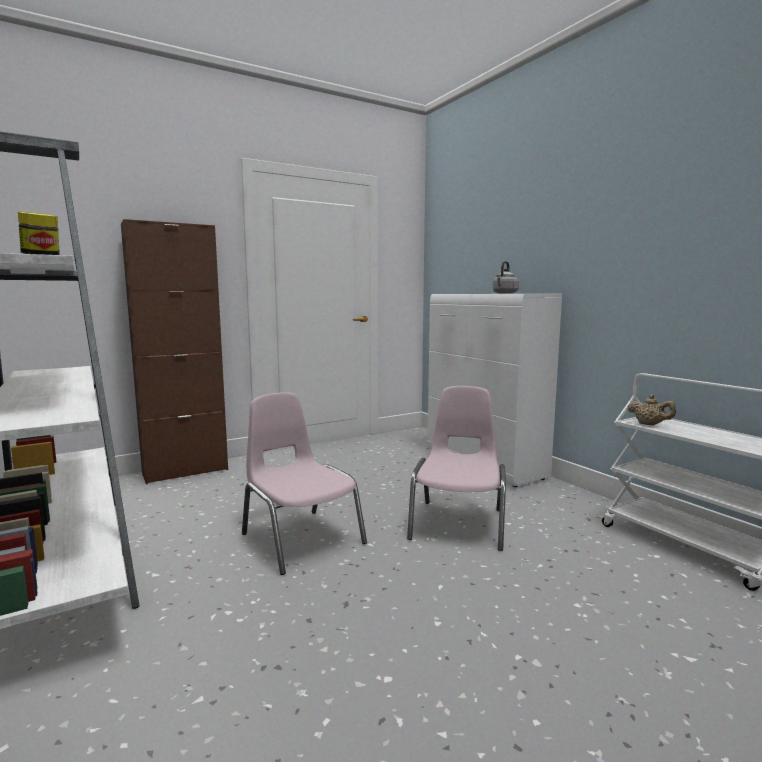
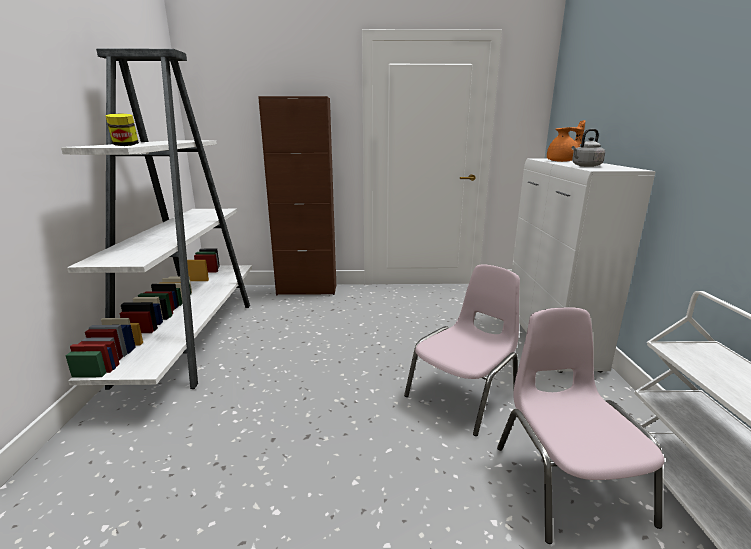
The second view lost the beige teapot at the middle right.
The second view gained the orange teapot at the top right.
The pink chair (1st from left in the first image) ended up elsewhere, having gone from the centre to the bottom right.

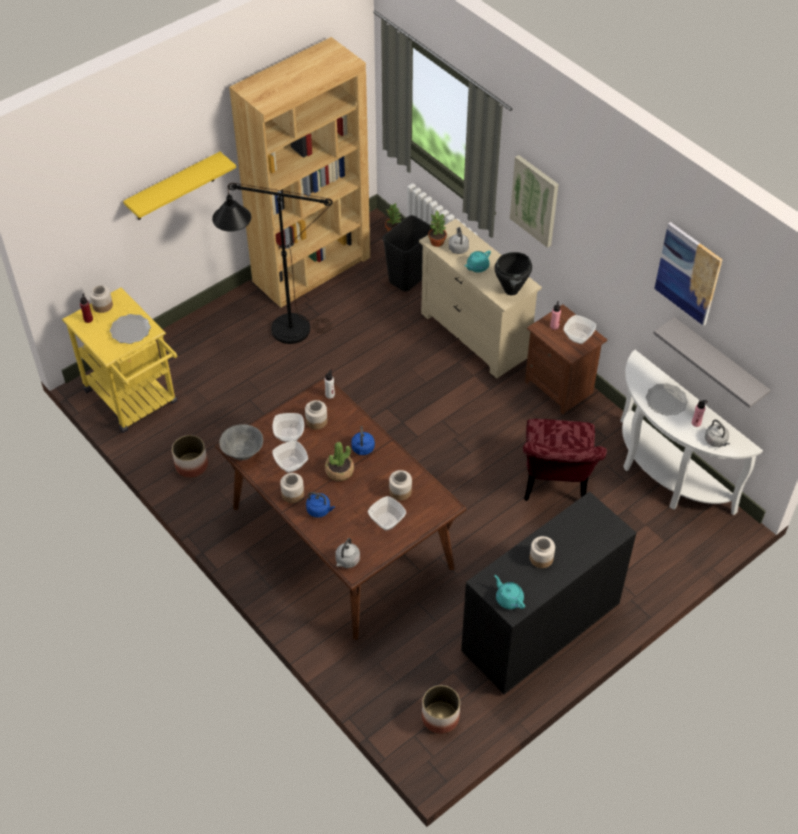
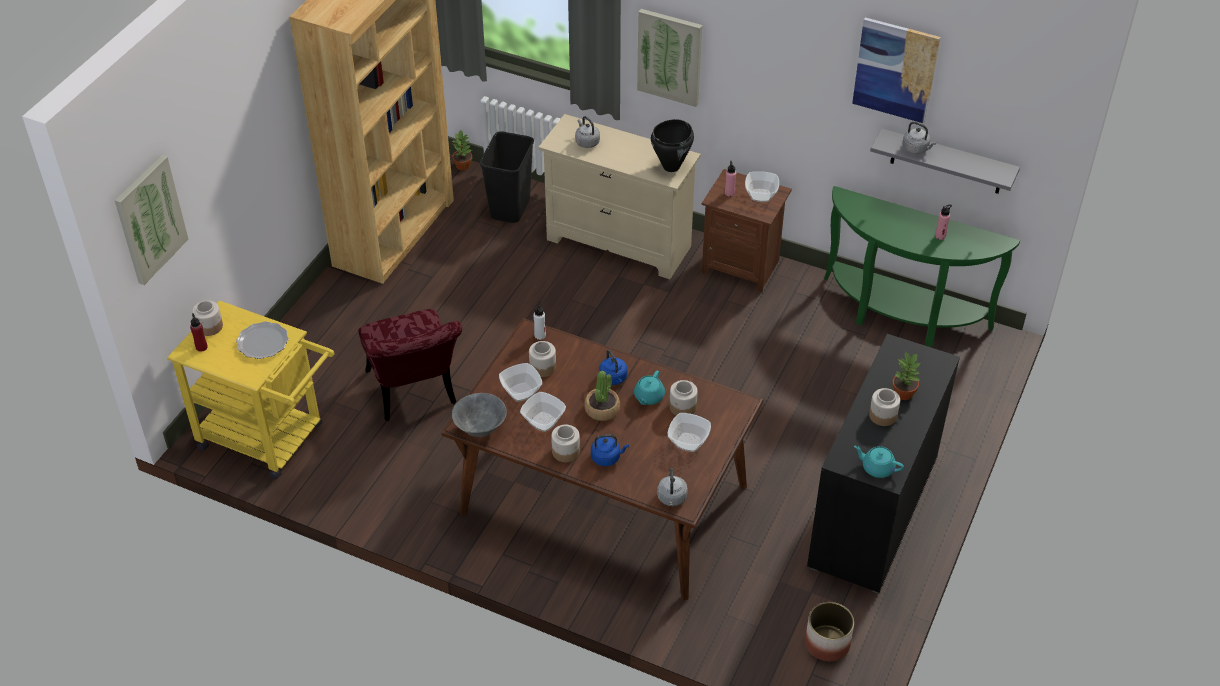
The second view lost the yellow shelf at the top left.
The second view lost the planter (1st from left) at the middle left.
The second view lost the black floor lamp at the top centre.
The second view lost the plate (2nd from left) at the middle right.
The second view gained the picture (1st from left) at the top left.
The potted plant (3rd from left) ended up elsewhere, having gone from the top centre to the middle right.
The turquoise teapot (1st from left) ended up elsewhere, having gone from the top centre to the centre.
The red chair ended up elsewhere, having gone from the middle right to the centre.
The grey kettle (3rd from left) ended up elsewhere, having gone from the middle right to the top right.
What was the white console table at the middle right turned into the green console table at the middle right.

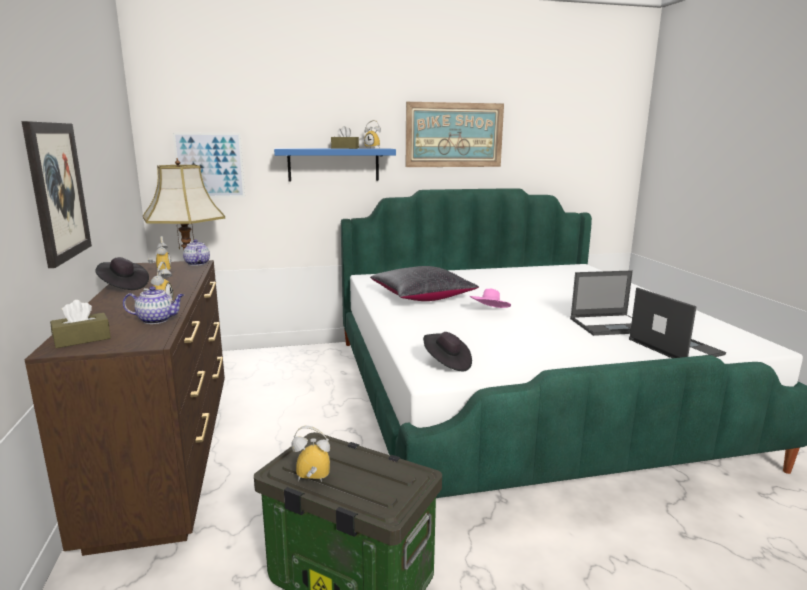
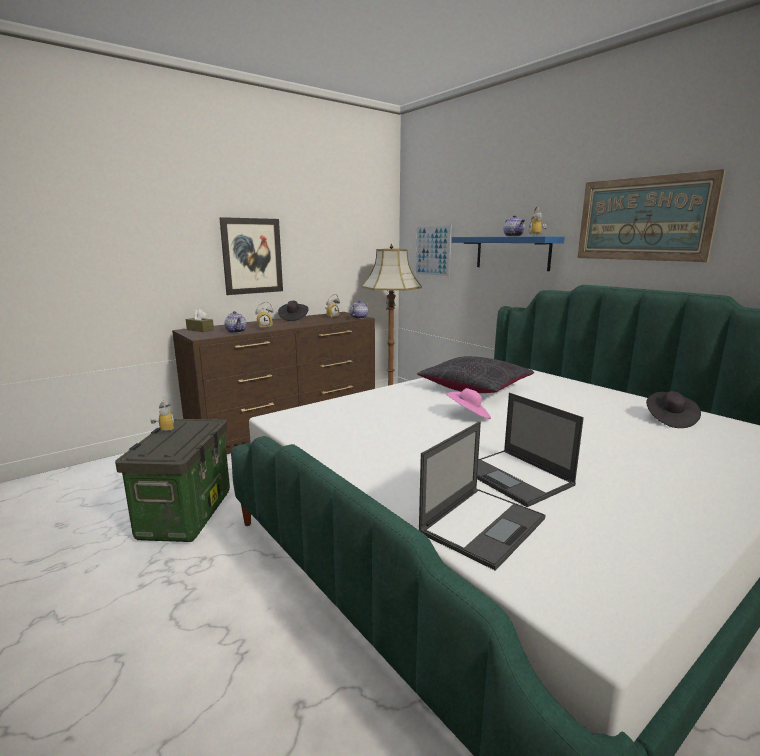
The black hat (2nd from left) ended up elsewhere, having gone from the centre to the middle right.
Where the brown tissue box (2nd from left) stood at the top centre, the teapot (3rd from left) came to stand at the top right.

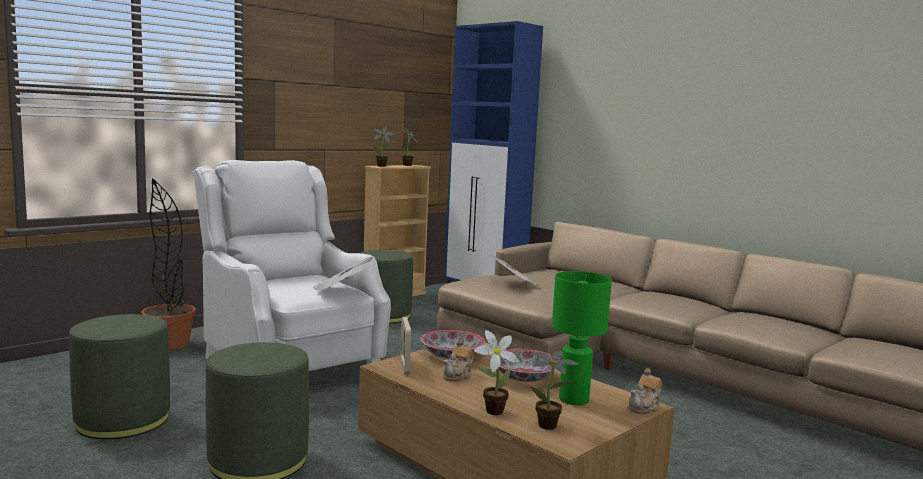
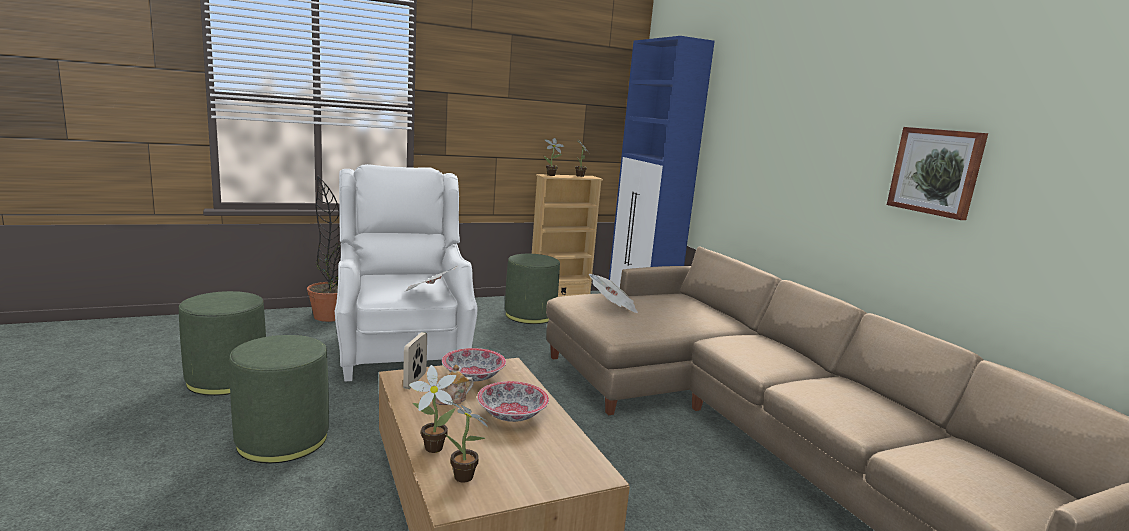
The second view lost the green table lamp at the bottom centre.
The second view lost the teapot (2nd from left) at the bottom right.
The second view gained the picture at the top right.

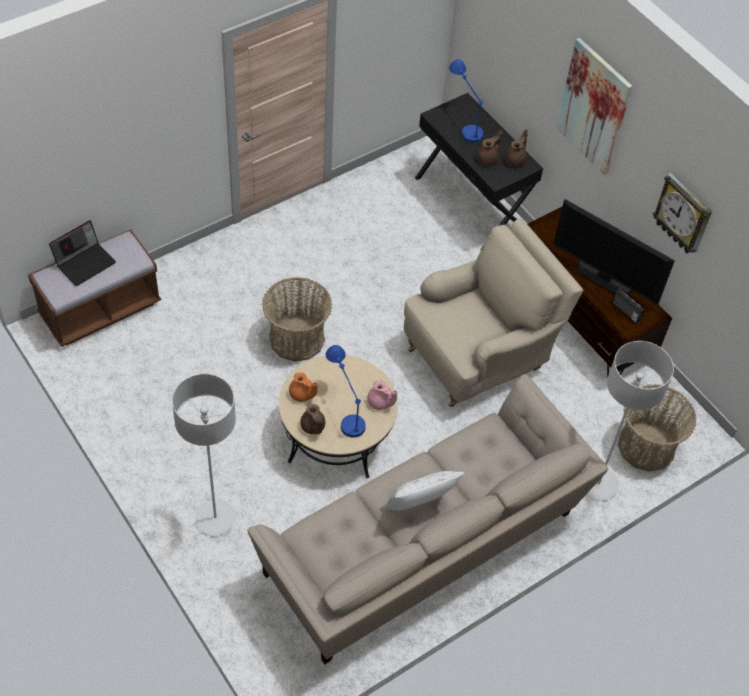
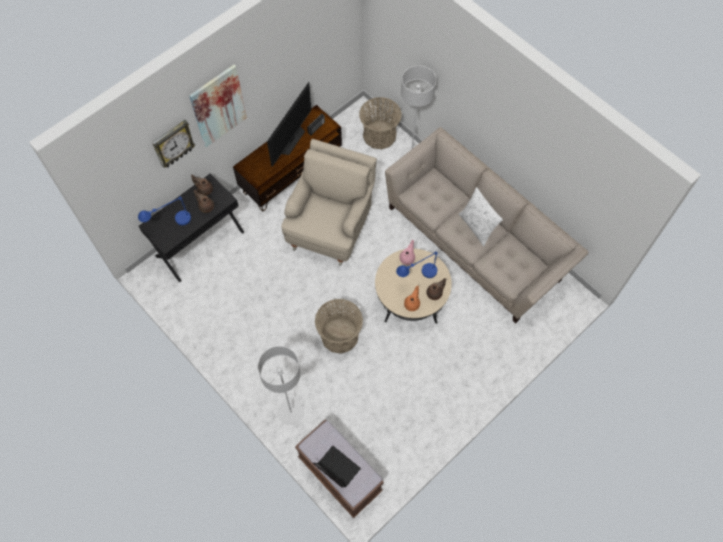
The grey floor lamp (1st from left) ended up elsewhere, having gone from the middle left to the bottom centre.
The wall clock ended up elsewhere, having gone from the top right to the top left.
The beige armchair at the centre ended up facing another way, 60 degrees clockwise from before.

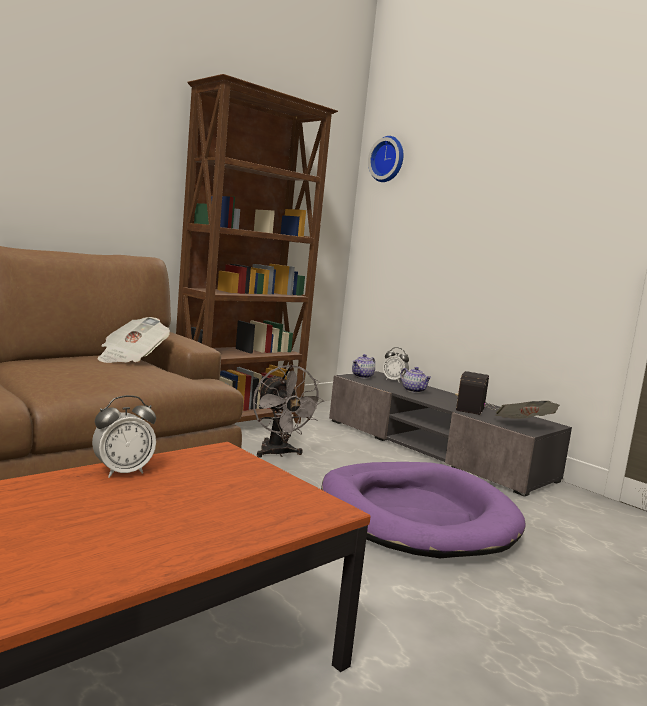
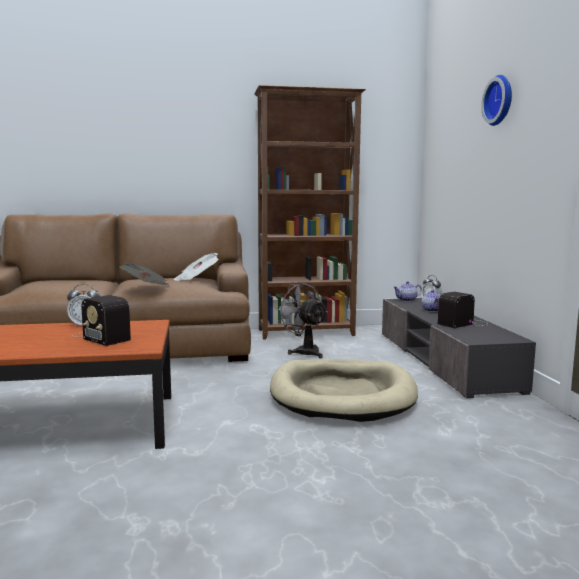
The second view gained the radio (1st from left) at the middle left.
The wall clock ended up elsewhere, having gone from the top centre to the top right.
The newspaper (2nd from left in the first image) ended up elsewhere, having gone from the middle right to the middle left.
What was the purple dog bed at the bottom centre turned into the beige dog bed at the bottom centre.
The grey fan at the centre ended up facing another way, 135 degrees clockwise from before.

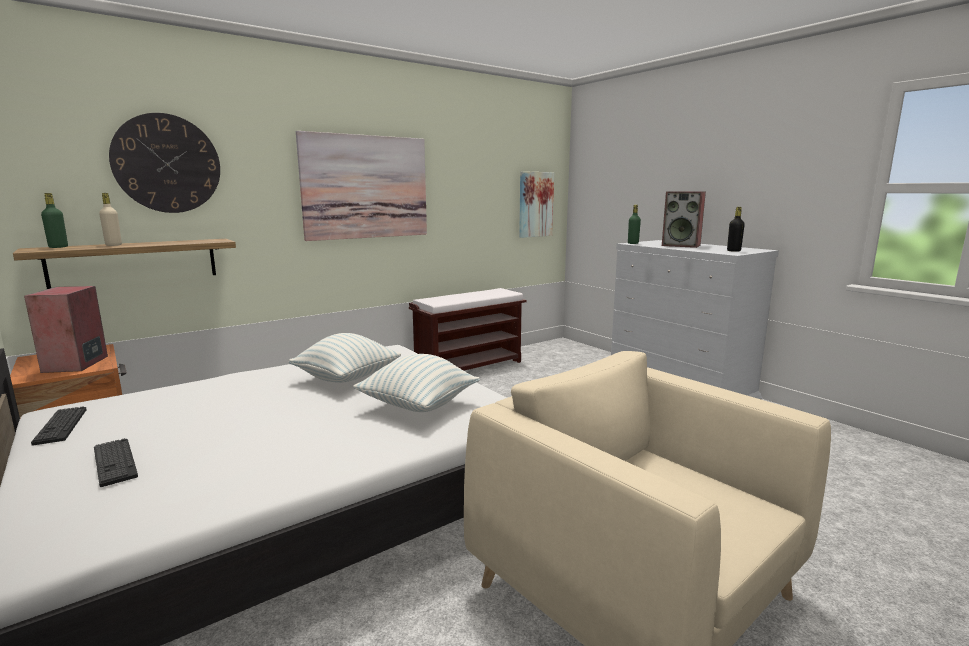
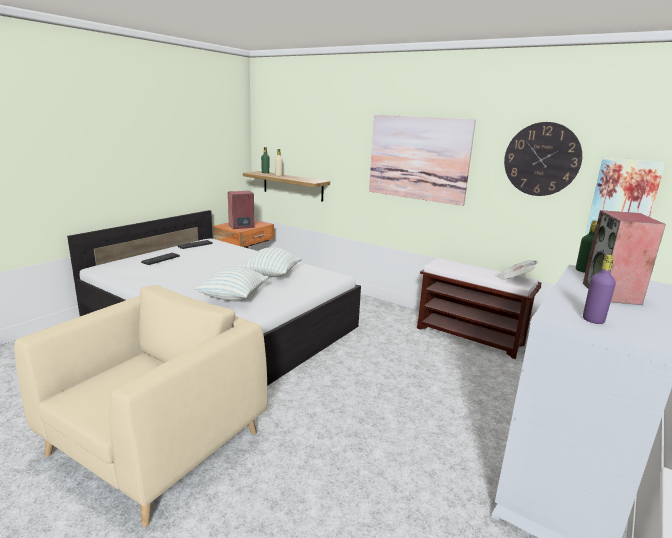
The second view gained the newspaper at the middle right.
The wall clock ended up elsewhere, having gone from the top left to the top right.
What was the black bottle at the middle right turned into the purple bottle at the middle right.

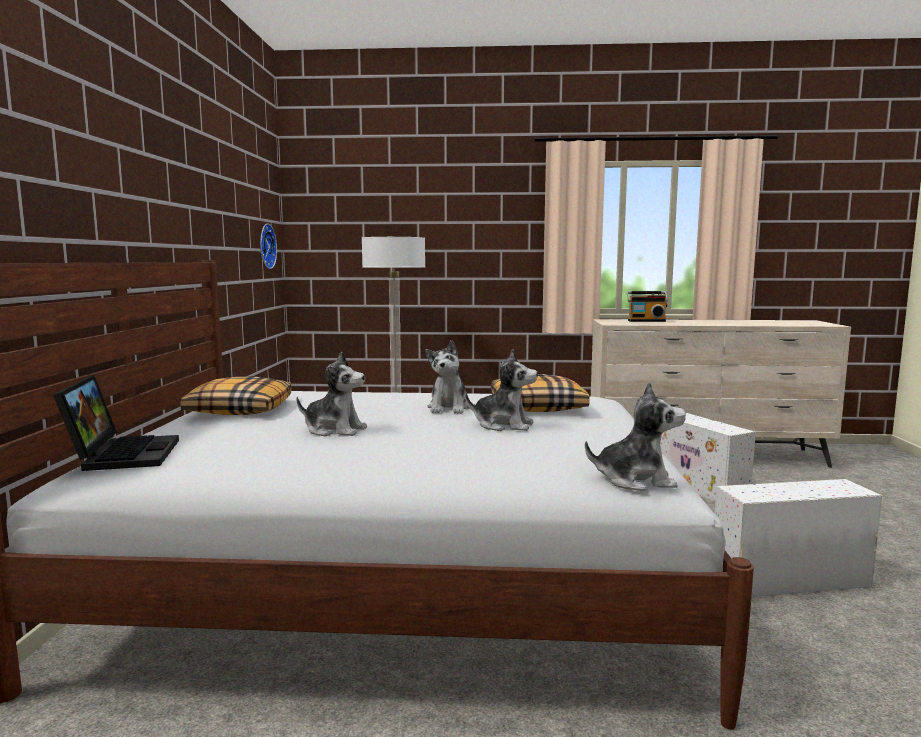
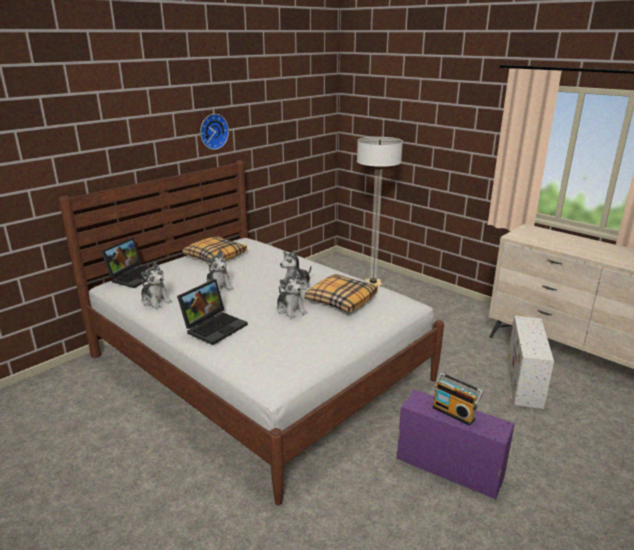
The second view gained the laptop (2nd from left) at the centre.
The wall clock ended up elsewhere, having gone from the middle left to the top centre.
The plush toy (4th from left in the first image) ended up elsewhere, having gone from the middle right to the middle left.
The radio ended up elsewhere, having gone from the middle right to the bottom right.
What was the white storage box (2nd from left) at the bottom right turned into the purple storage box at the bottom right.

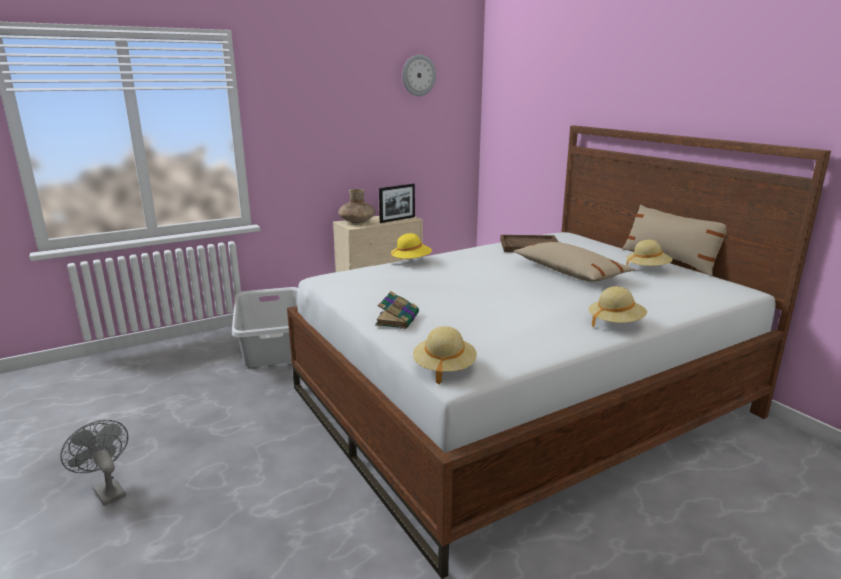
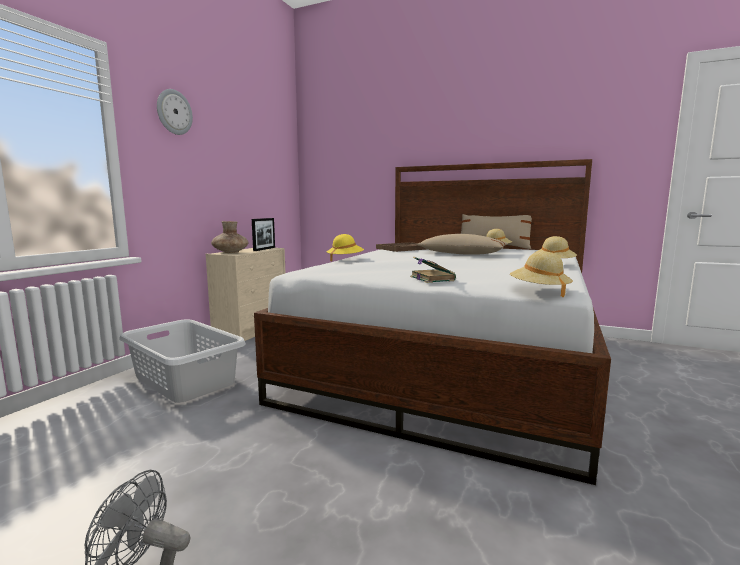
The wall clock ended up elsewhere, having gone from the top centre to the top left.

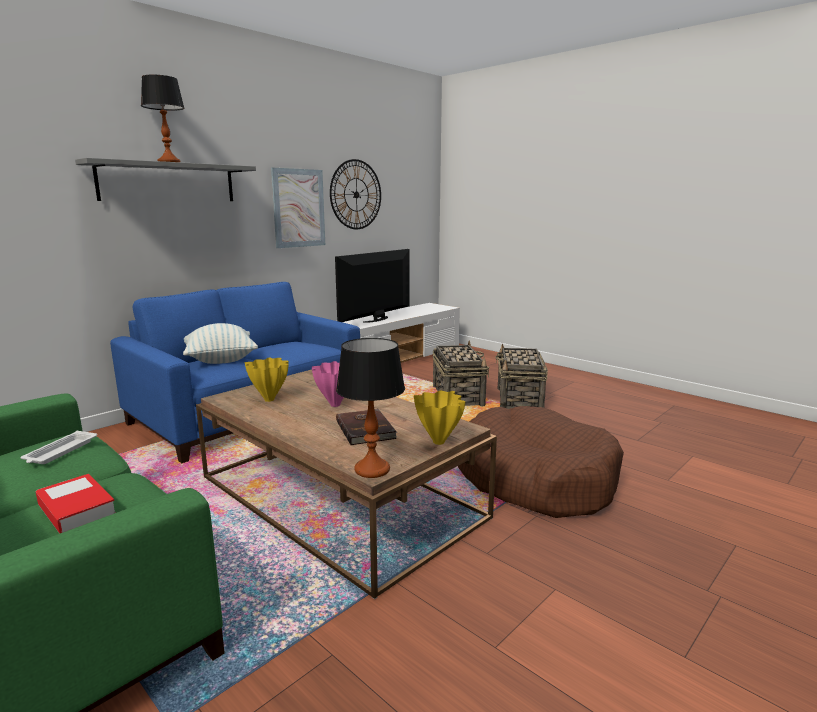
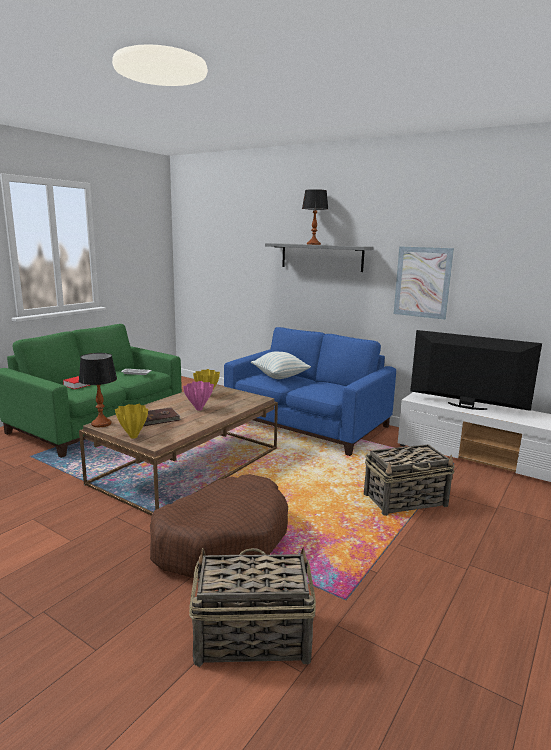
The second view lost the wall clock at the top centre.
The basket (2nd from left in the first image) ended up elsewhere, having gone from the centre to the bottom centre.

